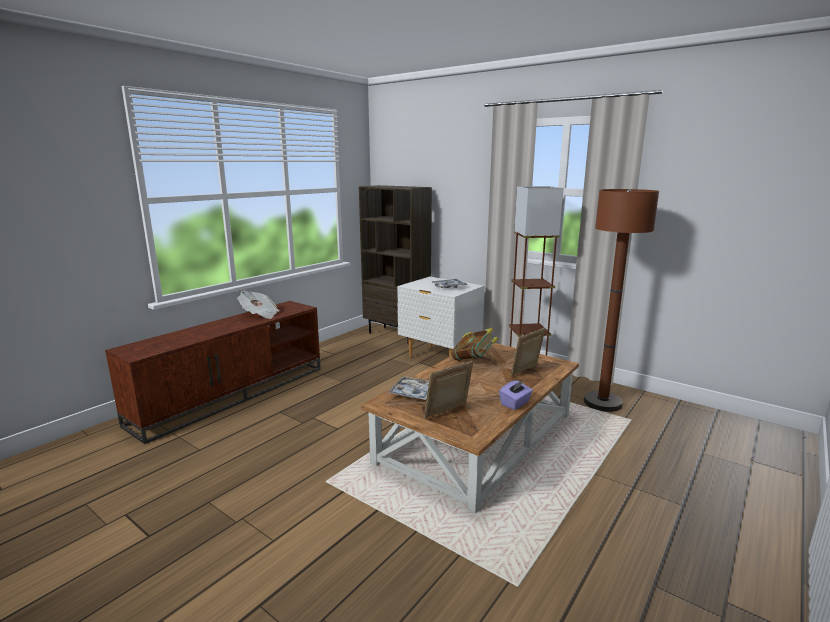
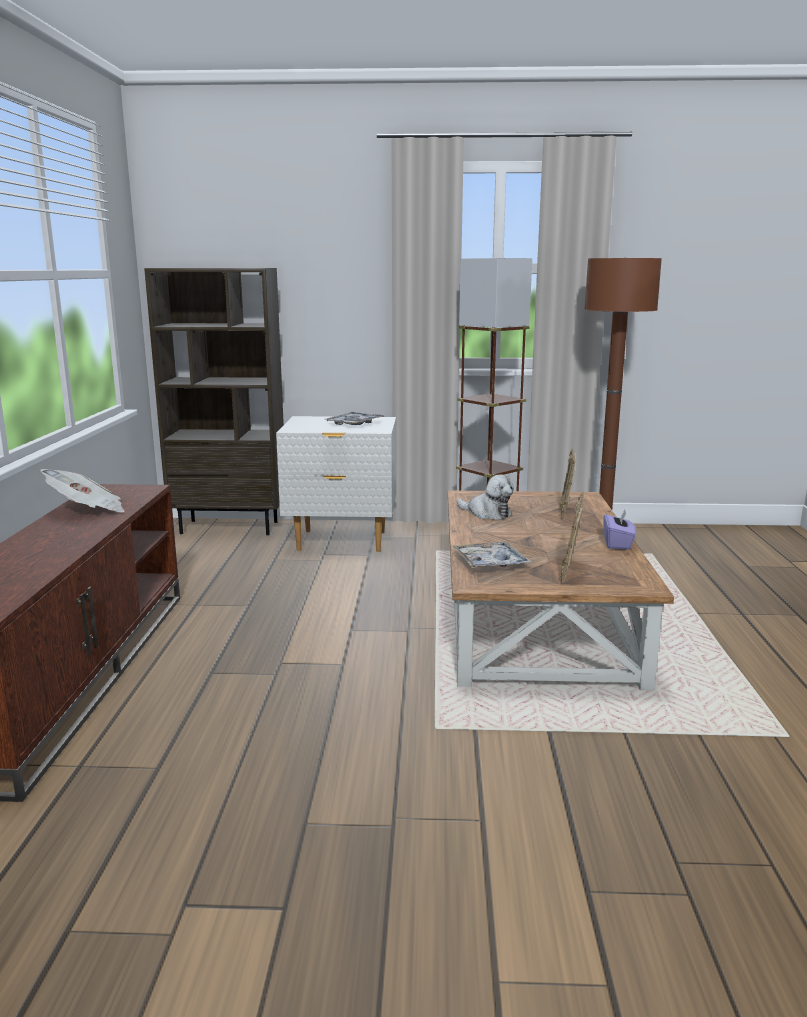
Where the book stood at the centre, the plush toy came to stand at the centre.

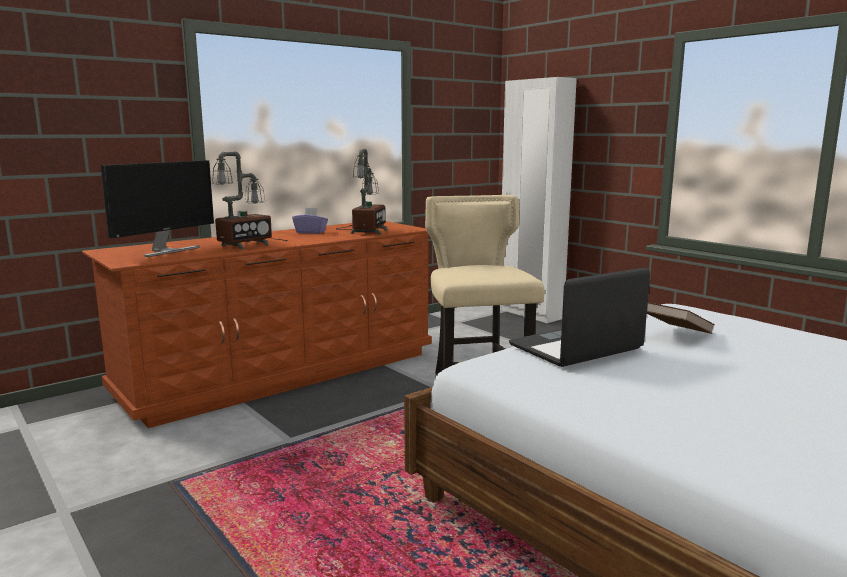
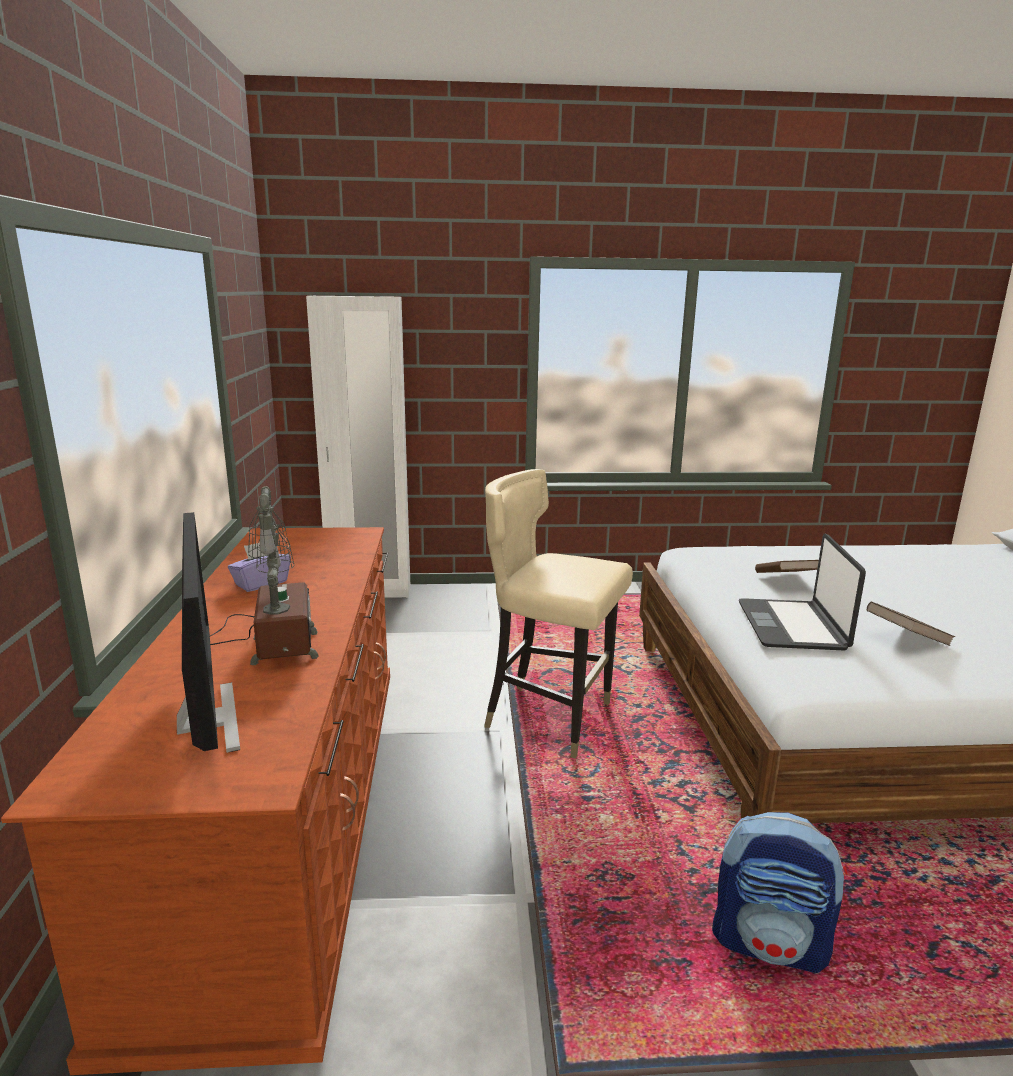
The second view lost the table lamp (2nd from left) at the top centre.
The second view gained the backpack at the bottom right.
The second view gained the brown book (2nd from left) at the middle right.

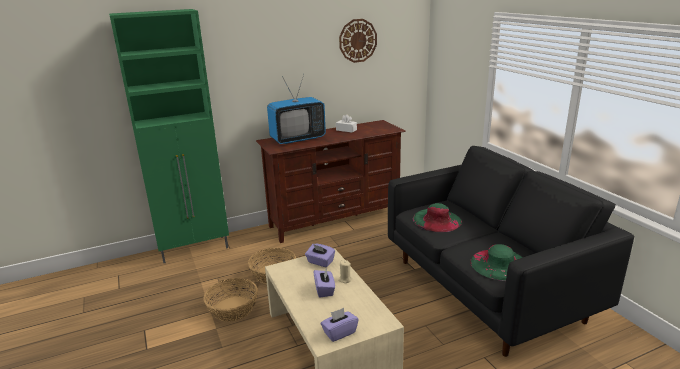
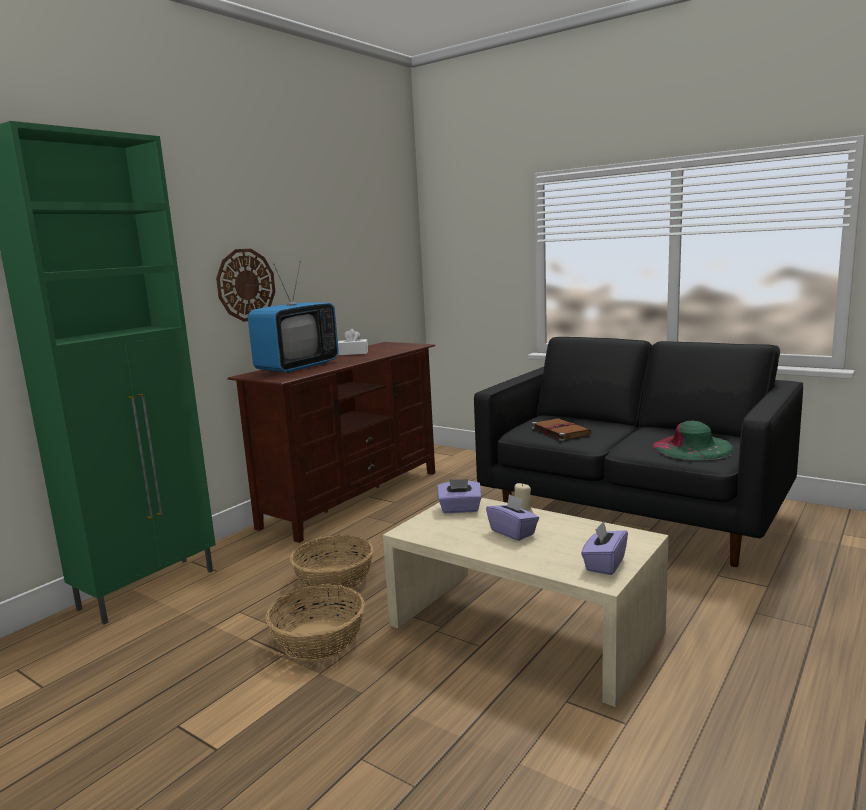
The wall clock ended up elsewhere, having gone from the top centre to the middle left.
Where the green hat (1st from left) stood at the centre, the brown book came to stand at the centre.

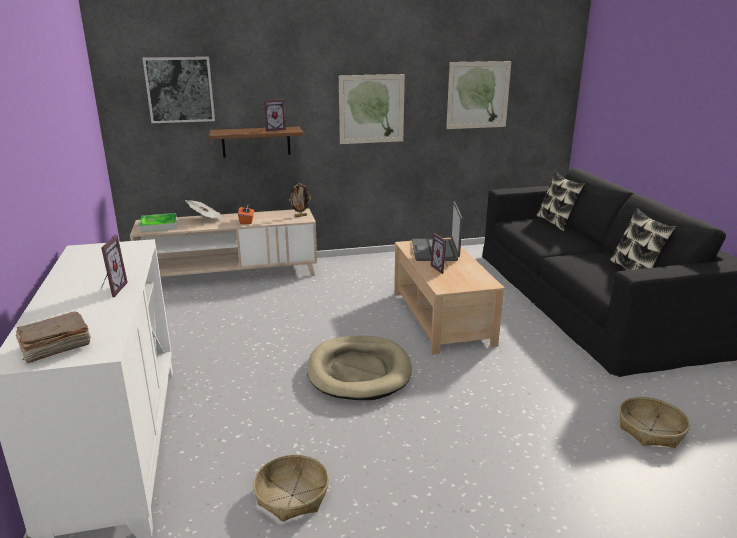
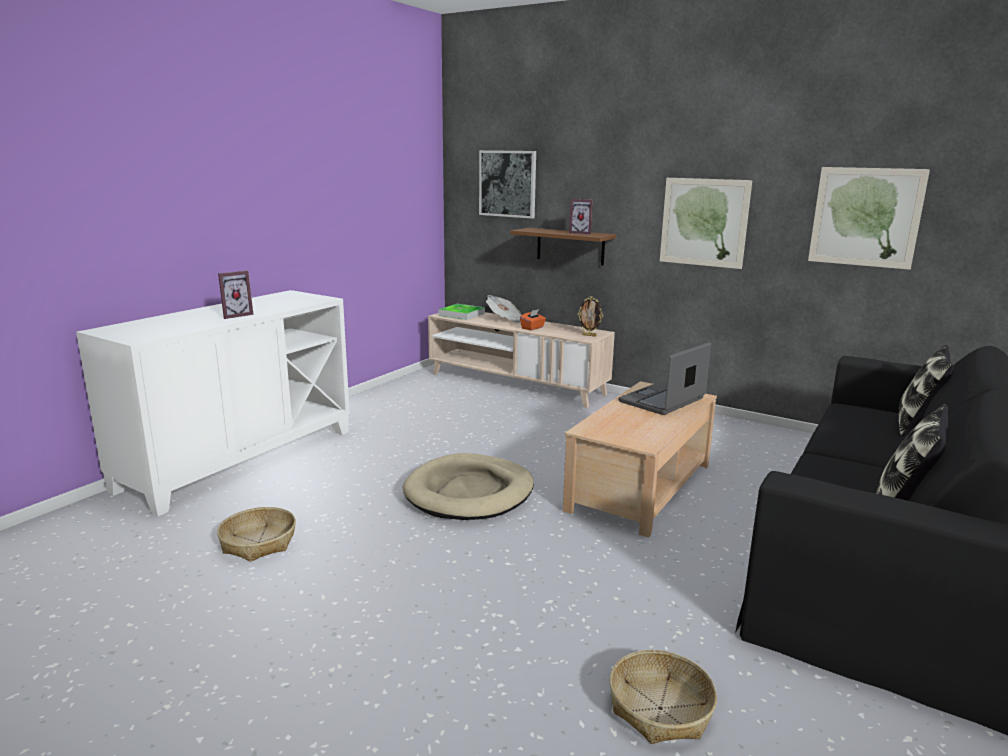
The second view lost the brown book at the middle left.
The second view lost the picture frame (4th from left) at the centre.

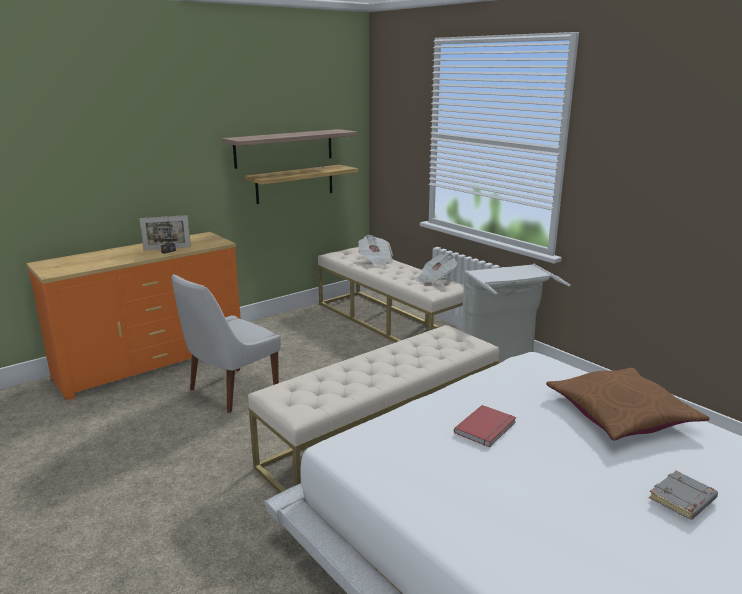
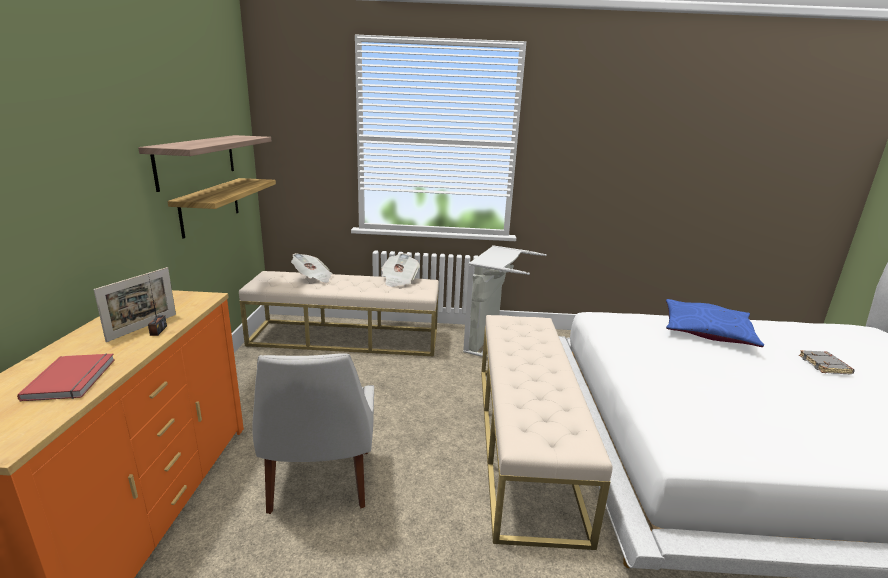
The red book ended up elsewhere, having gone from the bottom centre to the middle left.
What was the brown pillow at the bottom right turned into the blue pillow at the middle right.

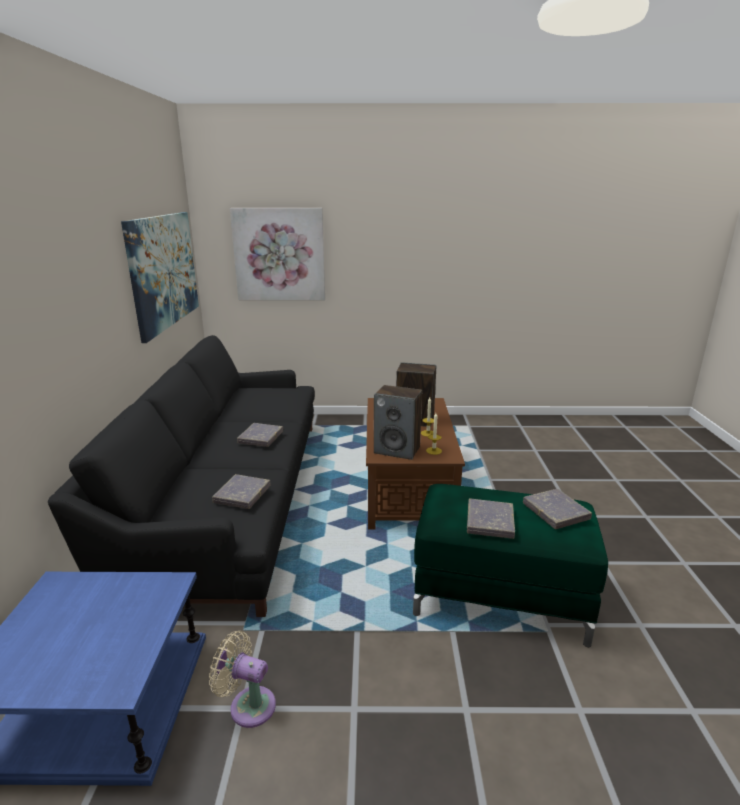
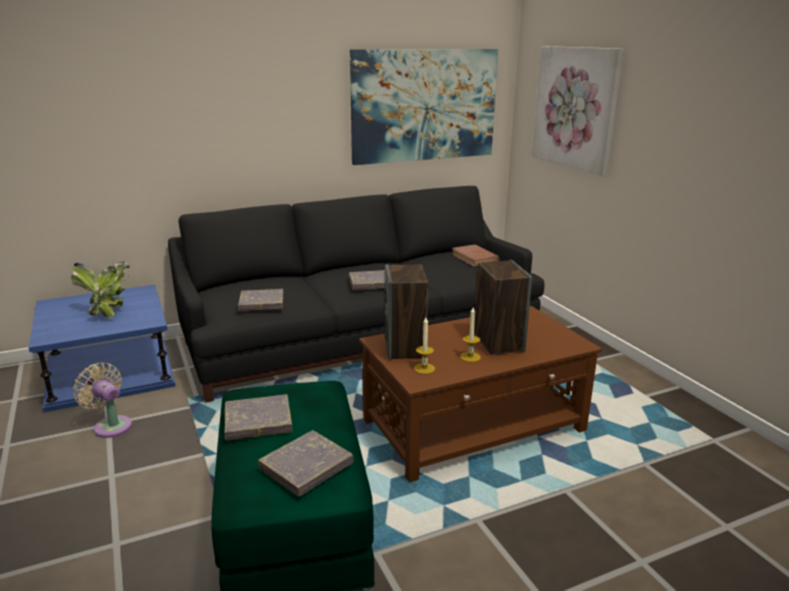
The second view gained the potted plant at the middle left.
The second view gained the brown book at the centre.
The beige fan at the bottom left ended up facing another way, 45 degrees counterclockwise from before.

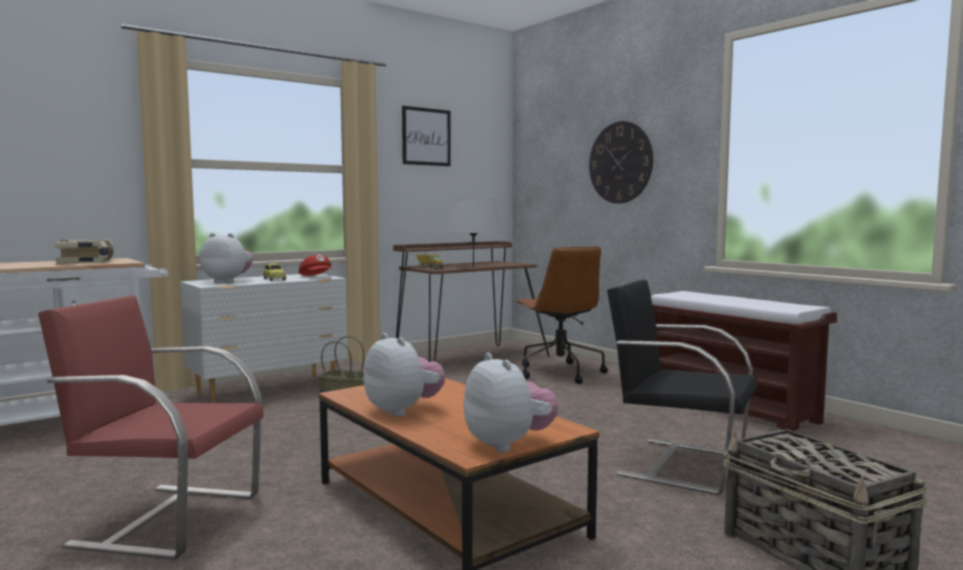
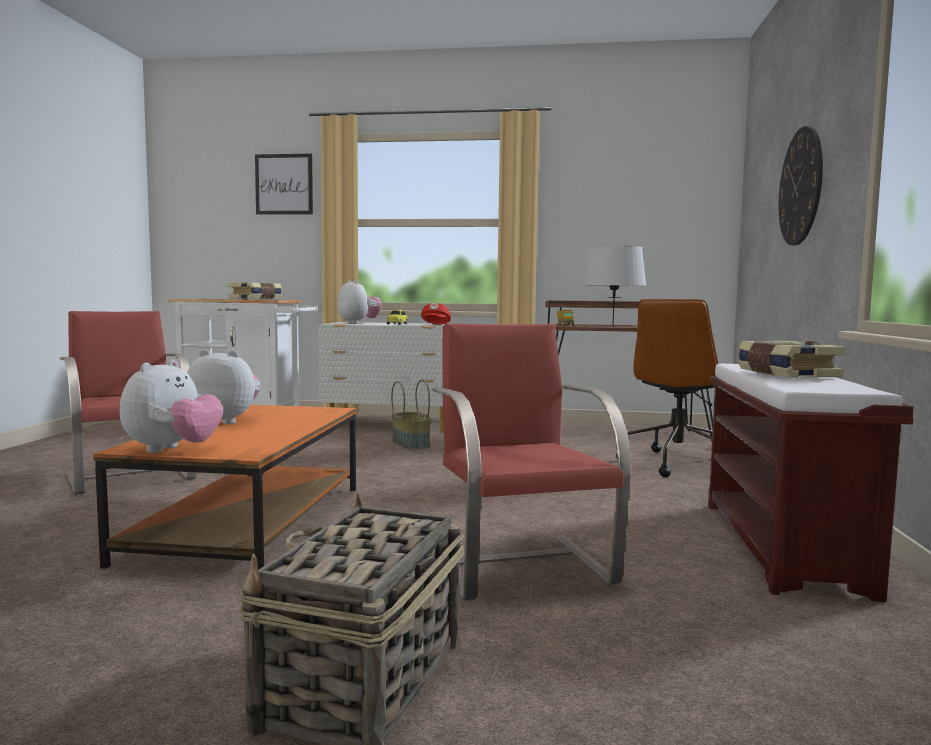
The second view gained the book (2nd from left) at the middle right.
The picture ended up elsewhere, having gone from the top centre to the top left.
What was the black chair at the bottom right turned into the red chair (2nd from left) at the centre.
The plush toy (2nd from left) at the centre ended up facing another way, 90 degrees counterclockwise from before.

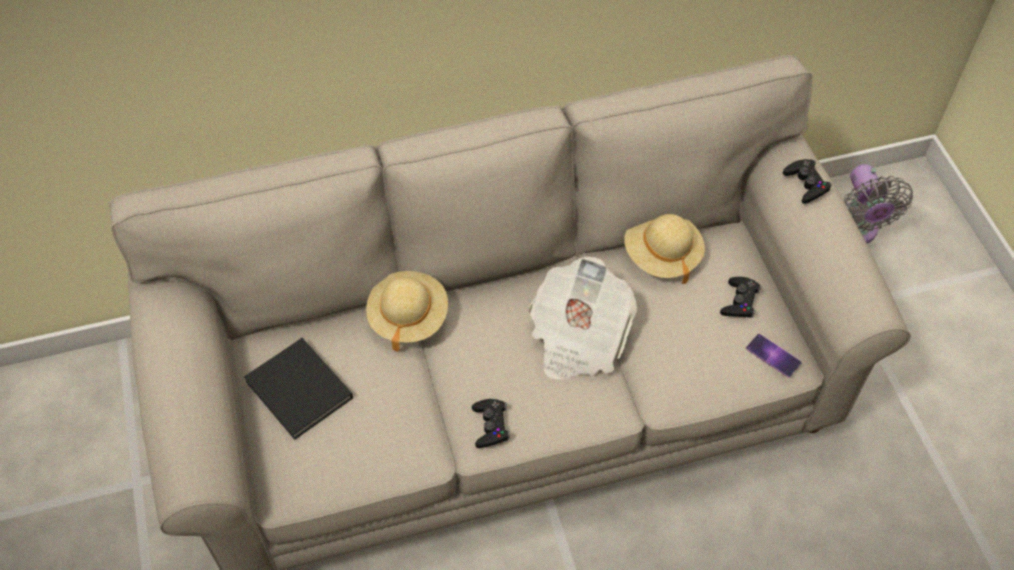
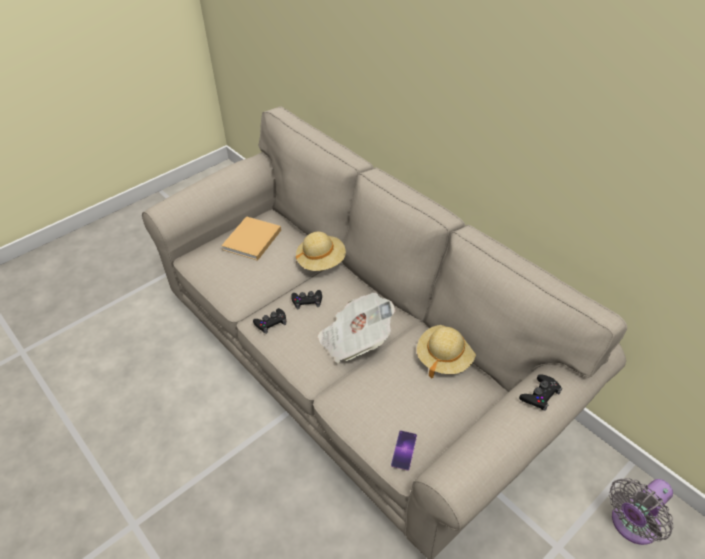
The black game controller (2nd from left) ended up elsewhere, having gone from the middle right to the centre.
What was the black book at the bottom left turned into the beige book at the centre.

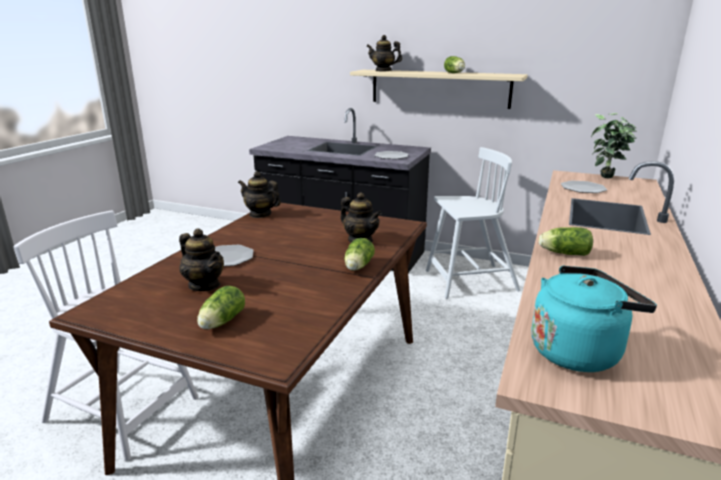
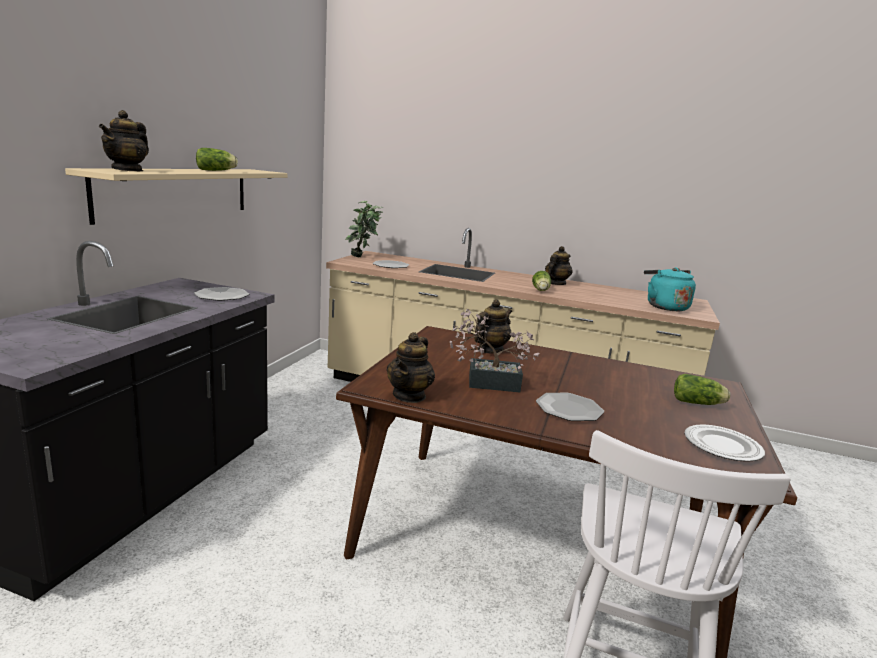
The second view lost the lettuce (2nd from left) at the centre.
The second view lost the white chair (2nd from left) at the centre.
The second view gained the potted plant (2nd from left) at the centre.
The second view gained the plate (4th from left) at the bottom right.
The teapot (1st from left in the first image) ended up elsewhere, having gone from the middle left to the centre.

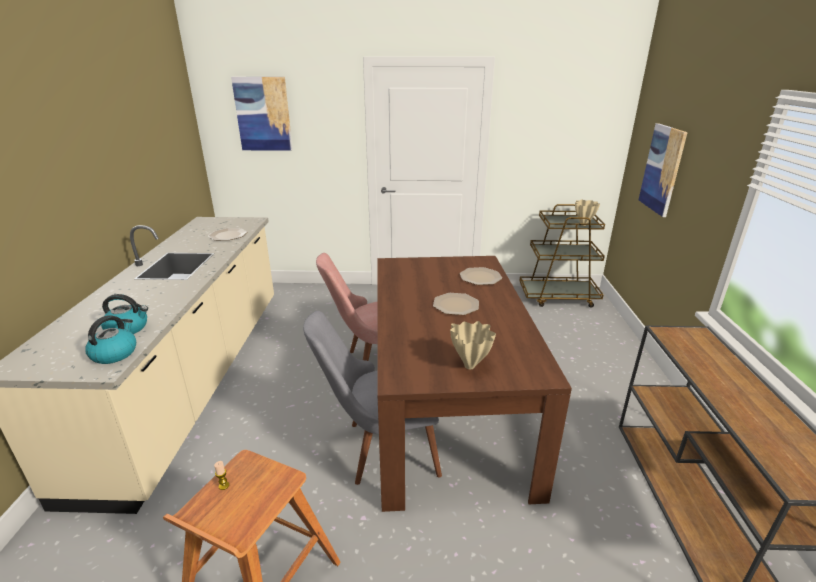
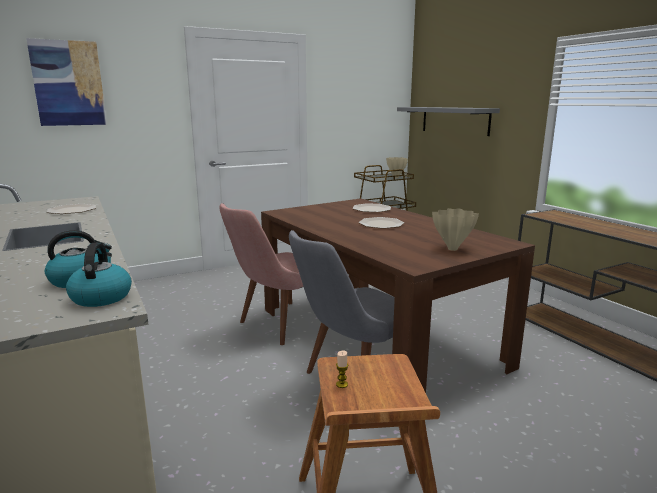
Where the picture (2nd from left) hung at the top right, the grey shelf came to hang at the top right.

